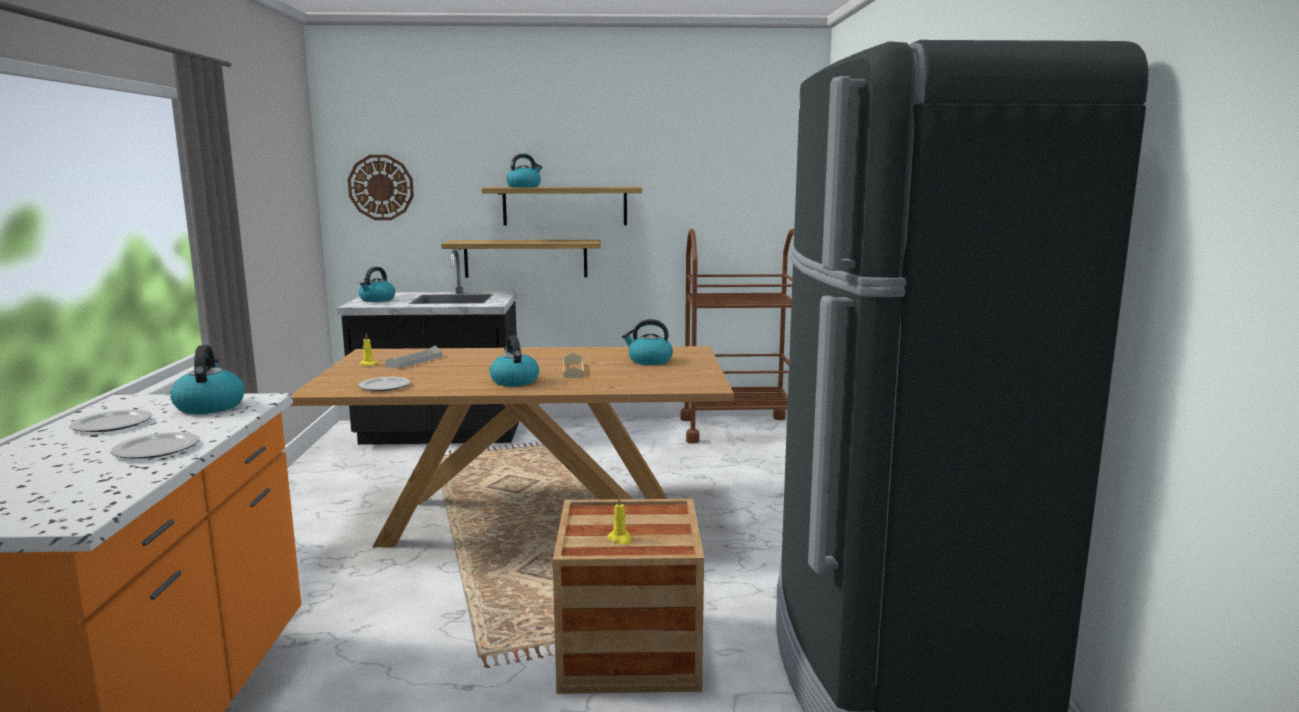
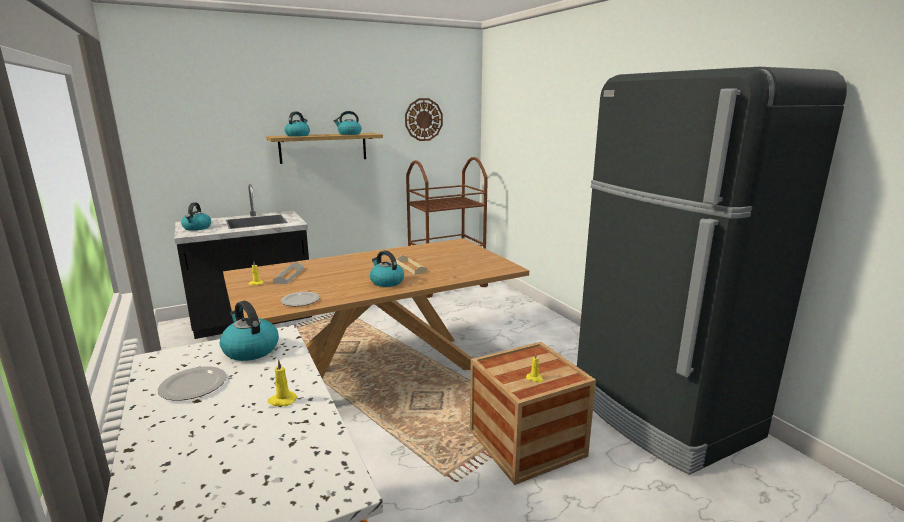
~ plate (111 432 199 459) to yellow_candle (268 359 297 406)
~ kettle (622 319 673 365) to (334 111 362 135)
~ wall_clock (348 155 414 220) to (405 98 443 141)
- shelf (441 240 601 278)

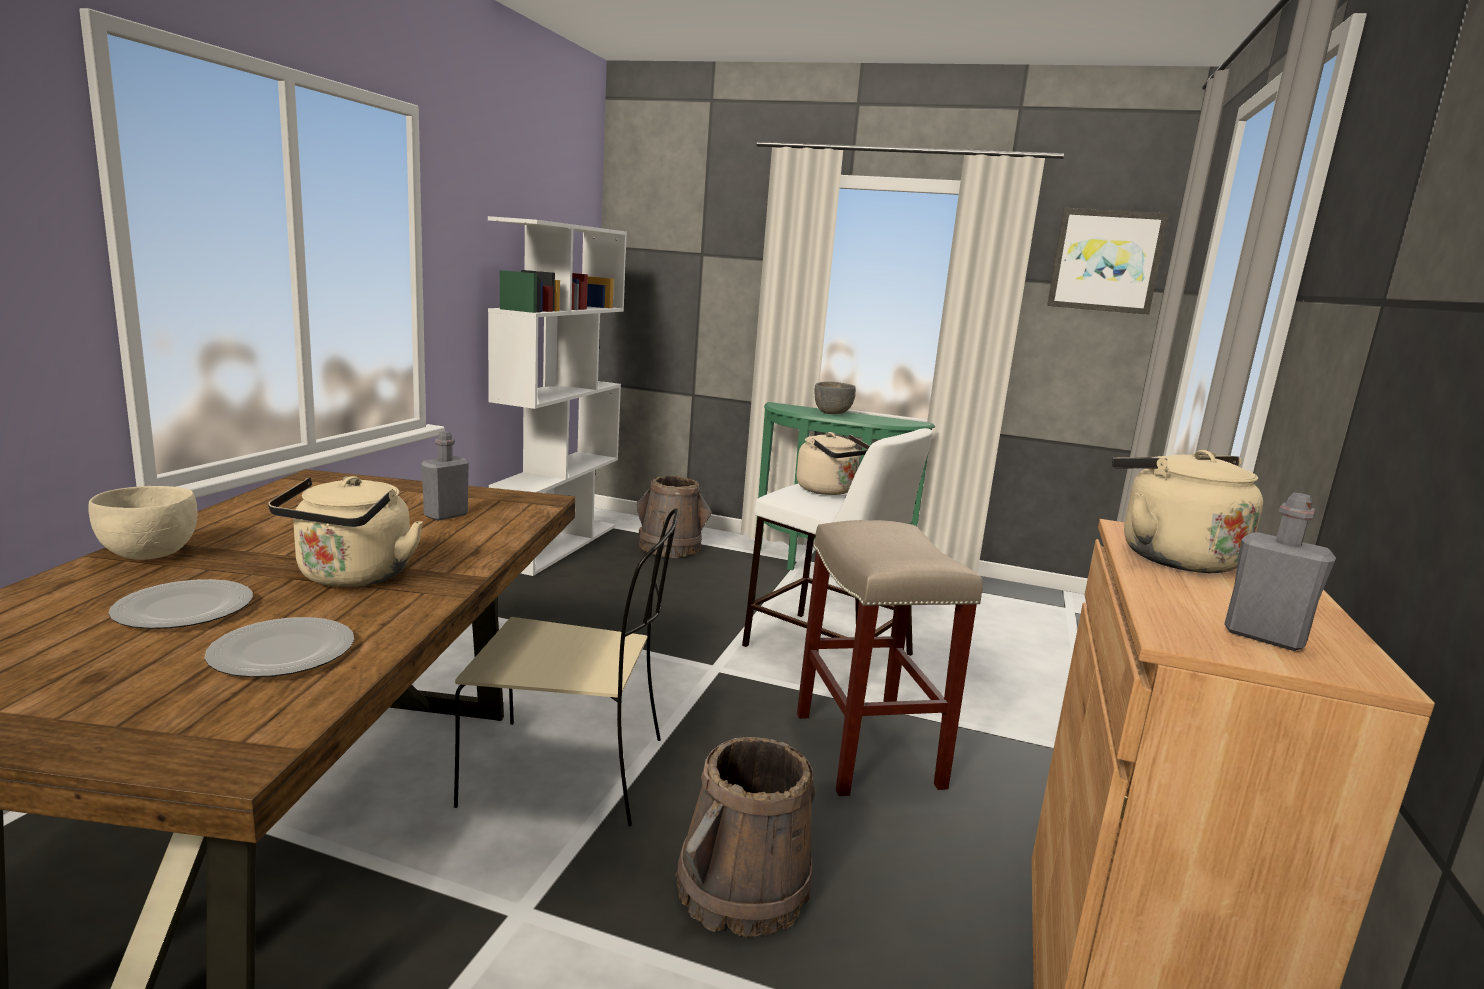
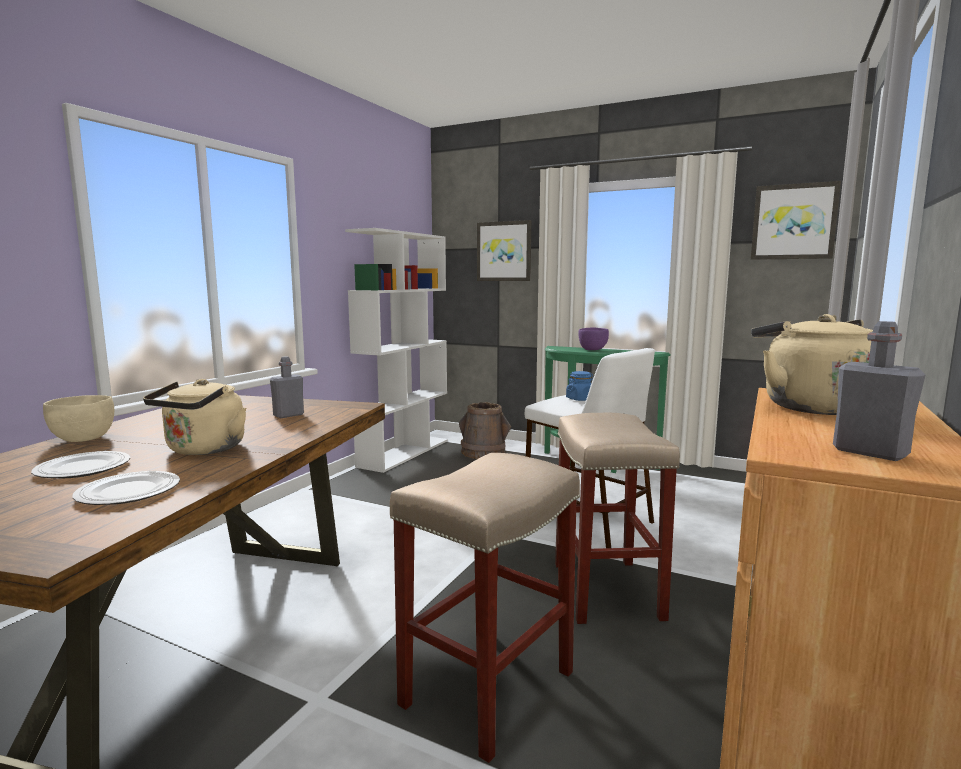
~ brown_bucket (676 737 815 937) to beige_stool (390 453 580 763)
+ picture (477 220 531 281)
~ beige_kettle (796 432 870 495) to blue_jar (566 371 594 401)
~ grey_bowl (815 381 856 414) to purple_bowl (578 328 609 350)
- beige_chair (454 508 679 826)

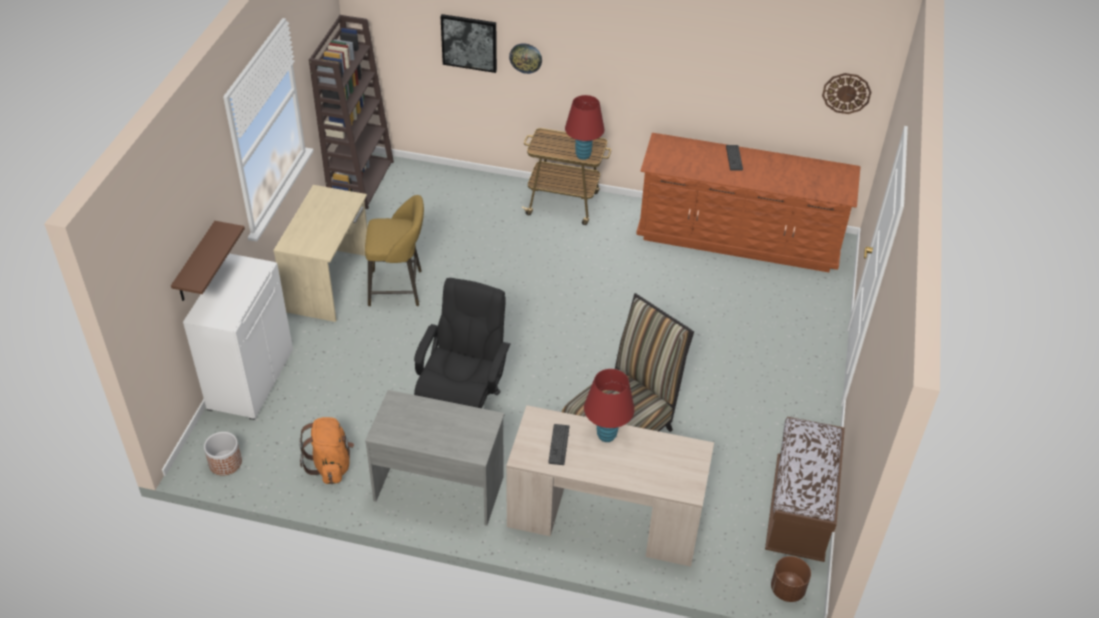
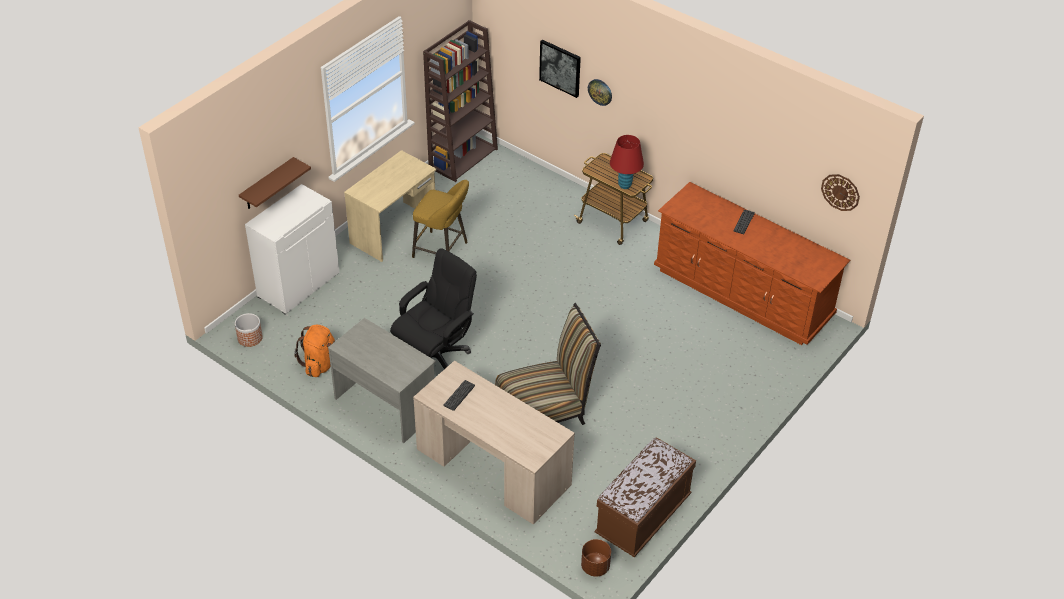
- red_table_lamp (584 369 635 442)

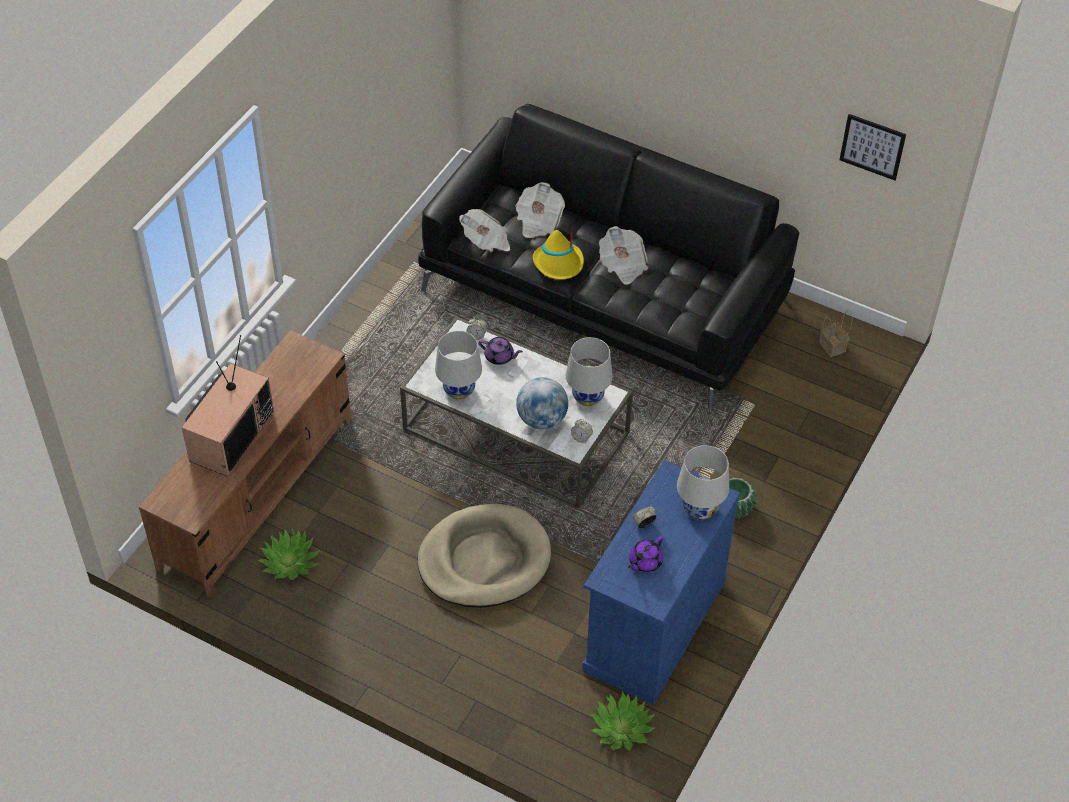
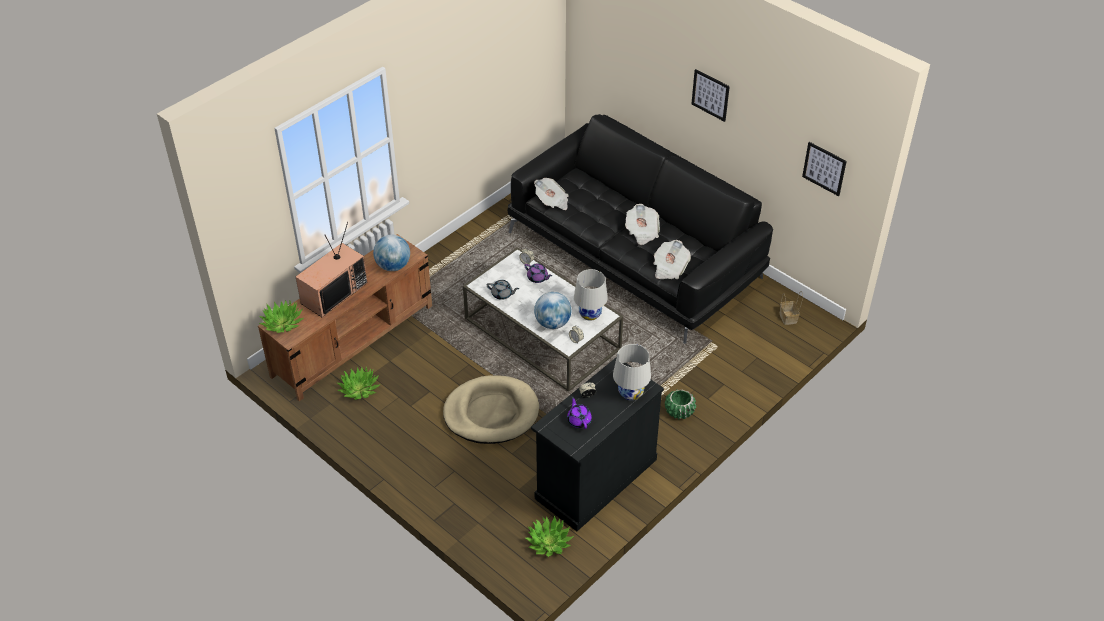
+ potted_plant (259 300 303 333)
+ globe (373 235 410 271)
~ white_table_lamp (435 331 482 400) to grey_teapot (487 280 519 300)
~ blue_cabinet (582 460 740 705) to black_cabinet (531 357 664 531)
~ purple_teapot (628 536 664 572) = (567 396 592 429) 105 degrees clockwise
~ newspaper (515 182 565 238) to (653 240 691 279)
+ picture (691 69 730 122)
- yellow_hat (533 230 584 280)

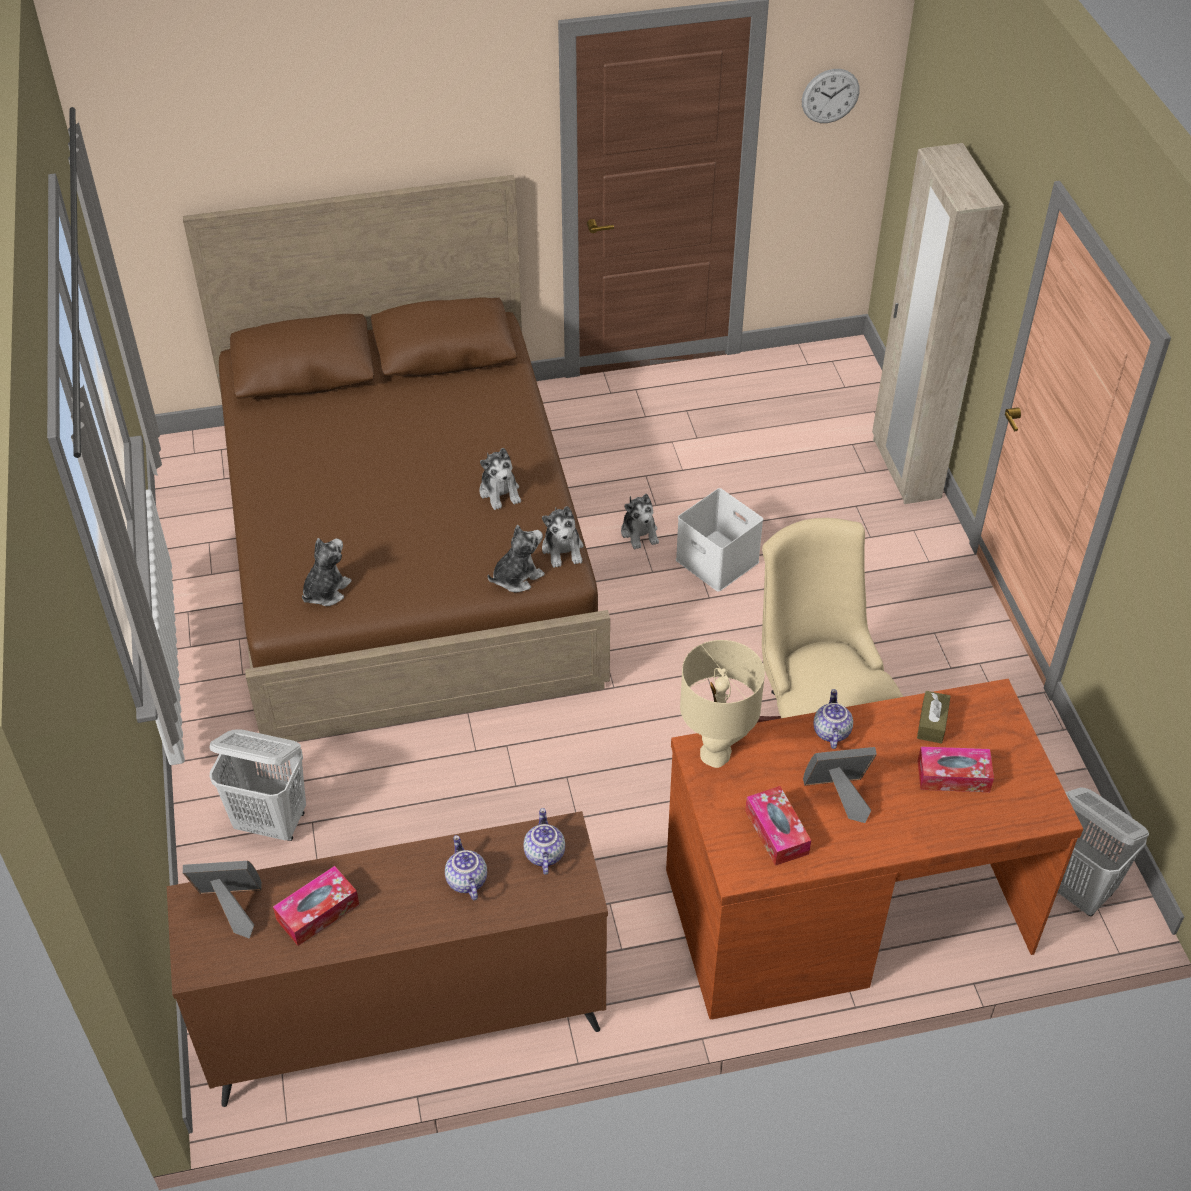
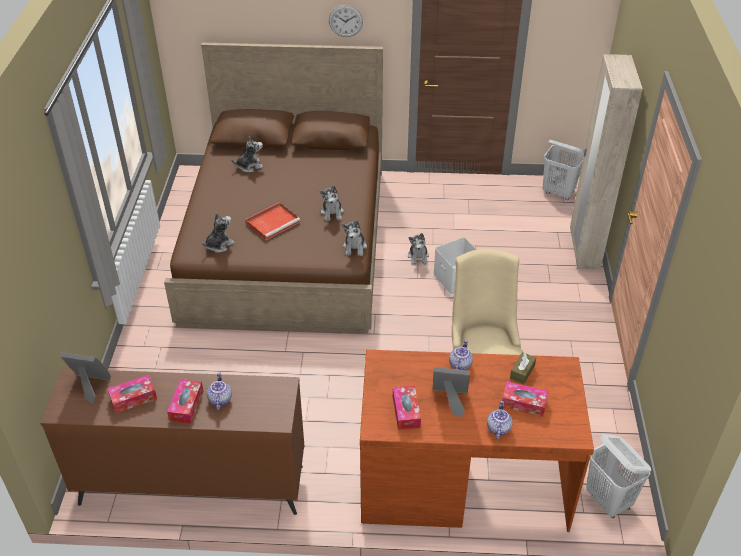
+ tissue_box (167 379 203 424)
~ plush_toy (487 525 545 592) to (231 136 263 173)
+ red_tray (245 202 300 240)
~ wall_clock (802 69 860 123) to (329 5 363 37)
~ teapot (523 808 565 875) to (487 401 512 439)
~ white_laundry_basket (210 729 306 841) to (542 140 585 200)
- beige_table_lamp (680 640 765 768)

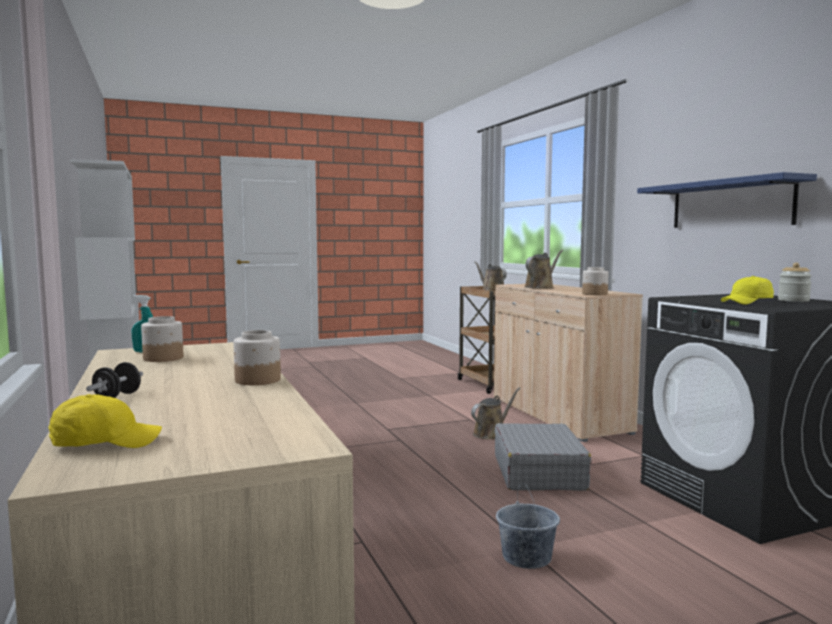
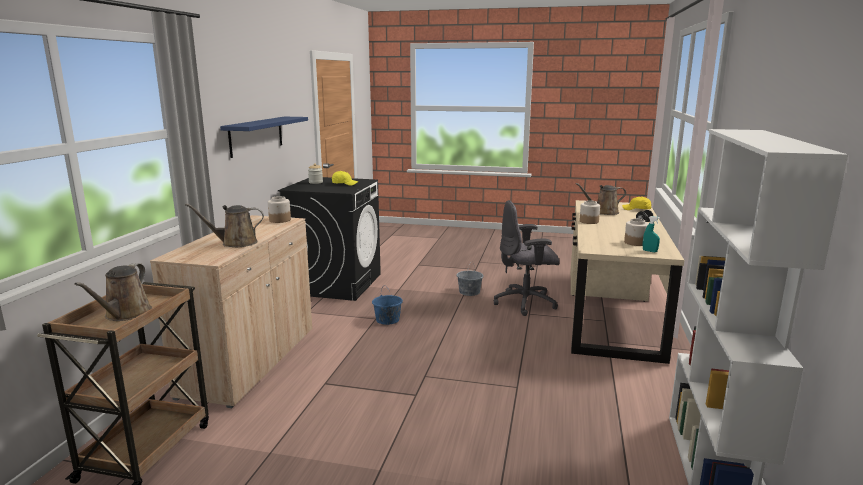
~ grey_suitcase (495 423 592 491) to blue_bucket (372 289 403 325)
+ grey_office_chair (494 200 560 316)
~ brown_watering_can (471 387 521 439) to (576 183 626 215)

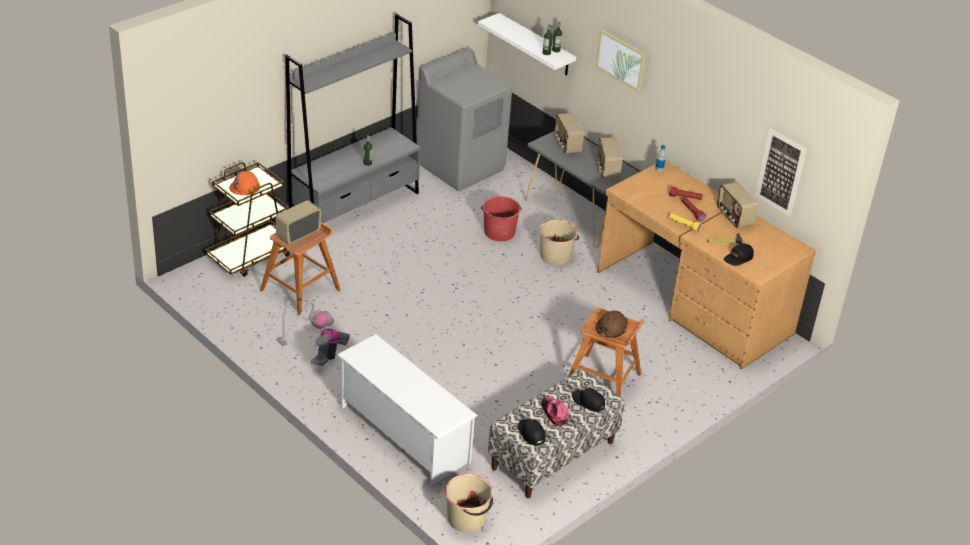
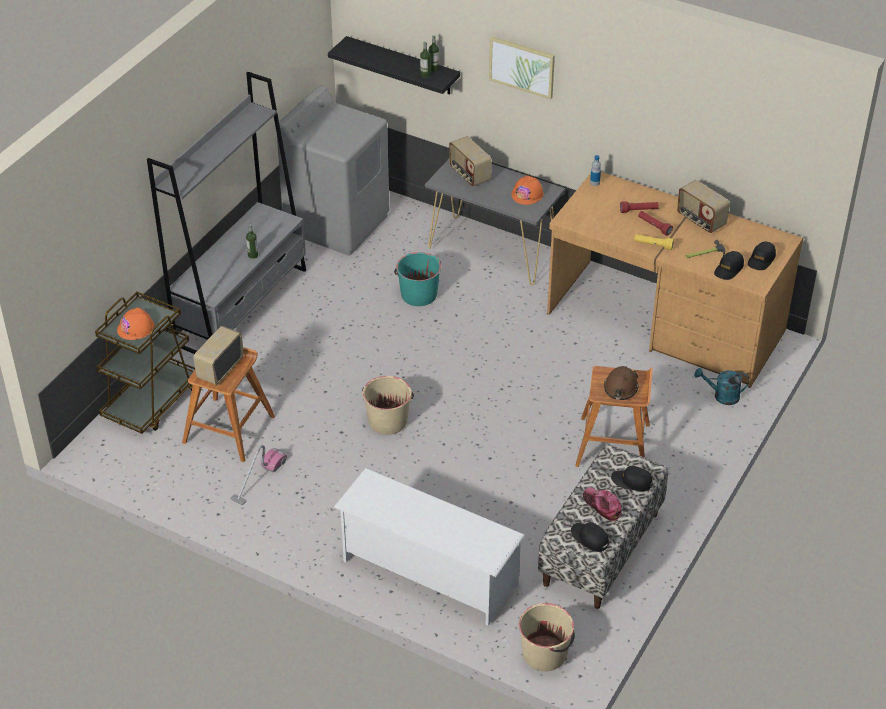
~ white_shelf (478 13 576 76) to black_shelf (328 36 460 95)
~ beige_bucket (539 219 579 266) to (362 376 414 435)
~ red_bucket (481 196 522 241) to turquoise_bucket (394 252 441 306)
~ radio (596 138 623 178) to orange_hard_hat (511 175 543 205)
+ turquoise_watering_can (694 368 749 405)
+ black_cap (748 242 776 270)
- vacuum_cleaner (311 328 350 366)
- picture (755 129 807 217)

